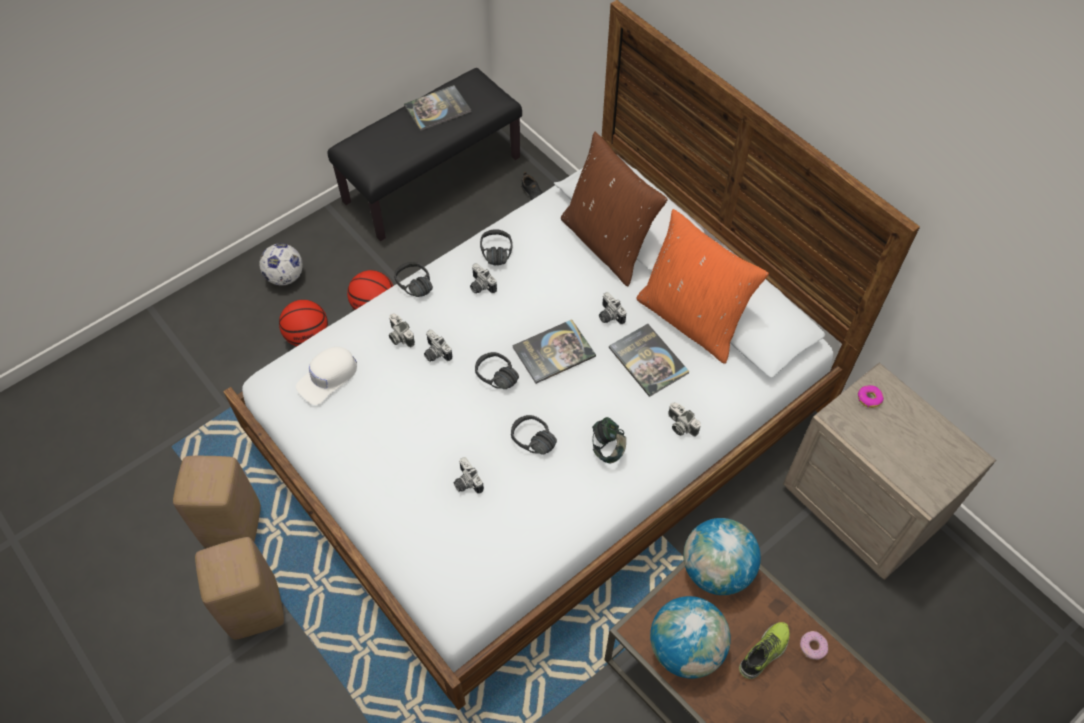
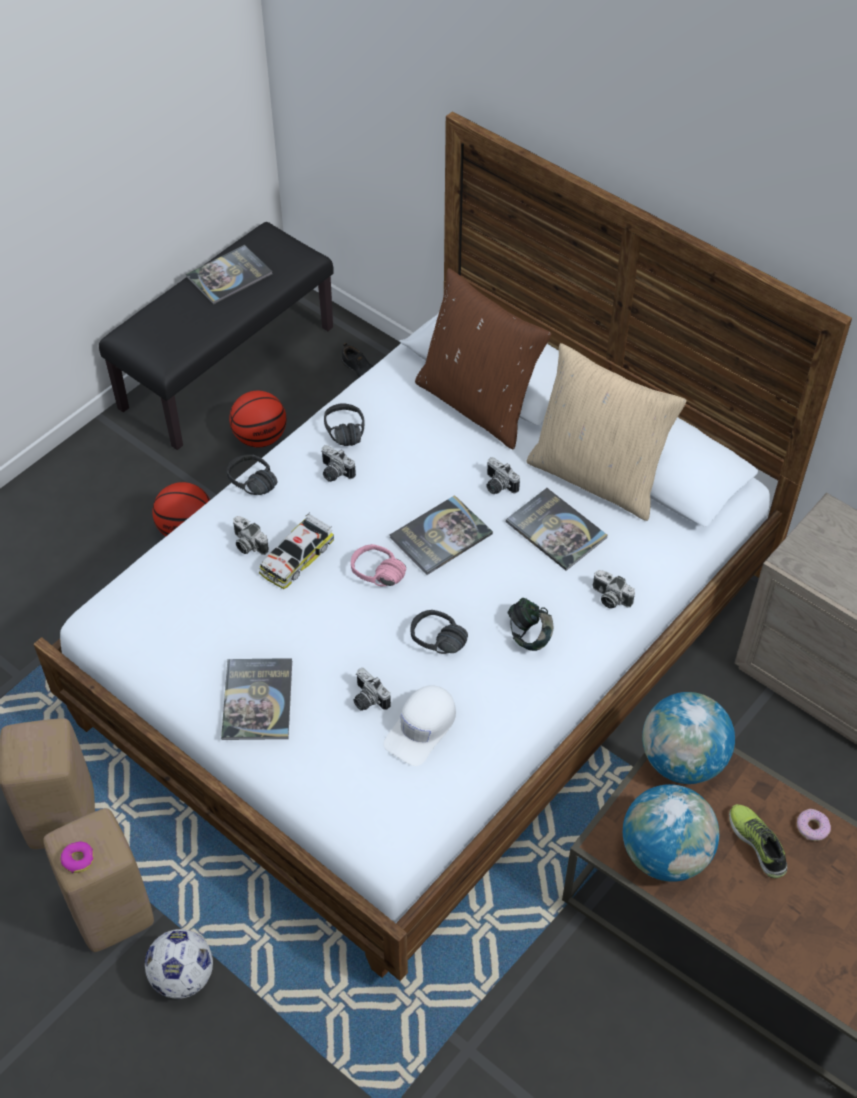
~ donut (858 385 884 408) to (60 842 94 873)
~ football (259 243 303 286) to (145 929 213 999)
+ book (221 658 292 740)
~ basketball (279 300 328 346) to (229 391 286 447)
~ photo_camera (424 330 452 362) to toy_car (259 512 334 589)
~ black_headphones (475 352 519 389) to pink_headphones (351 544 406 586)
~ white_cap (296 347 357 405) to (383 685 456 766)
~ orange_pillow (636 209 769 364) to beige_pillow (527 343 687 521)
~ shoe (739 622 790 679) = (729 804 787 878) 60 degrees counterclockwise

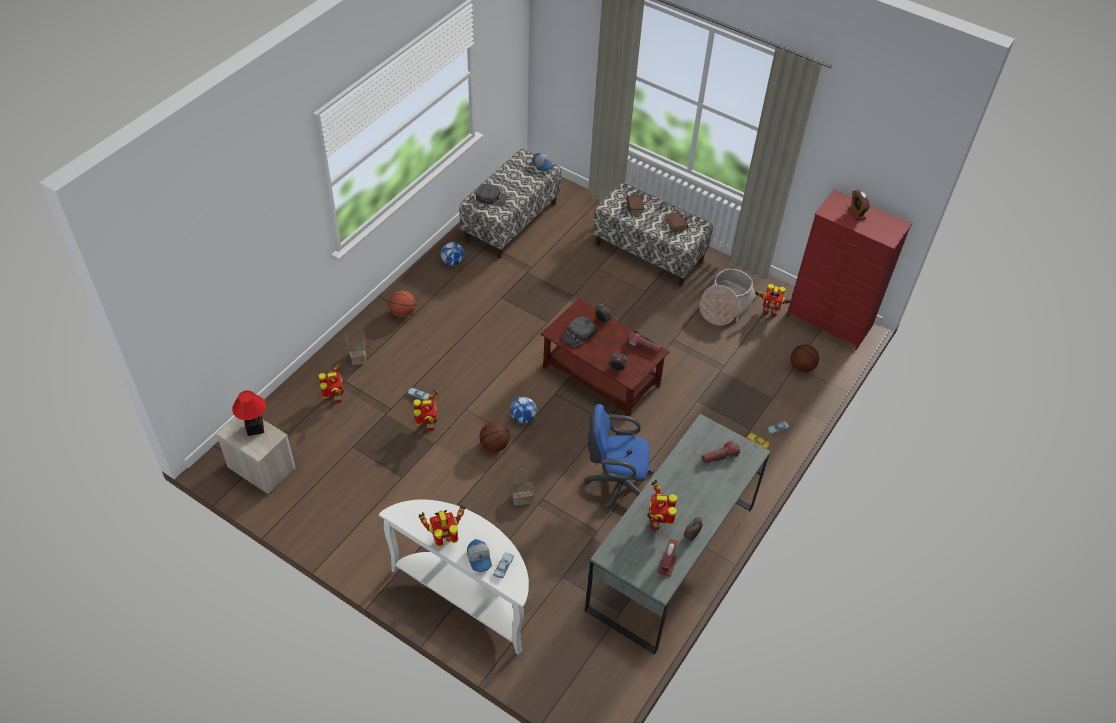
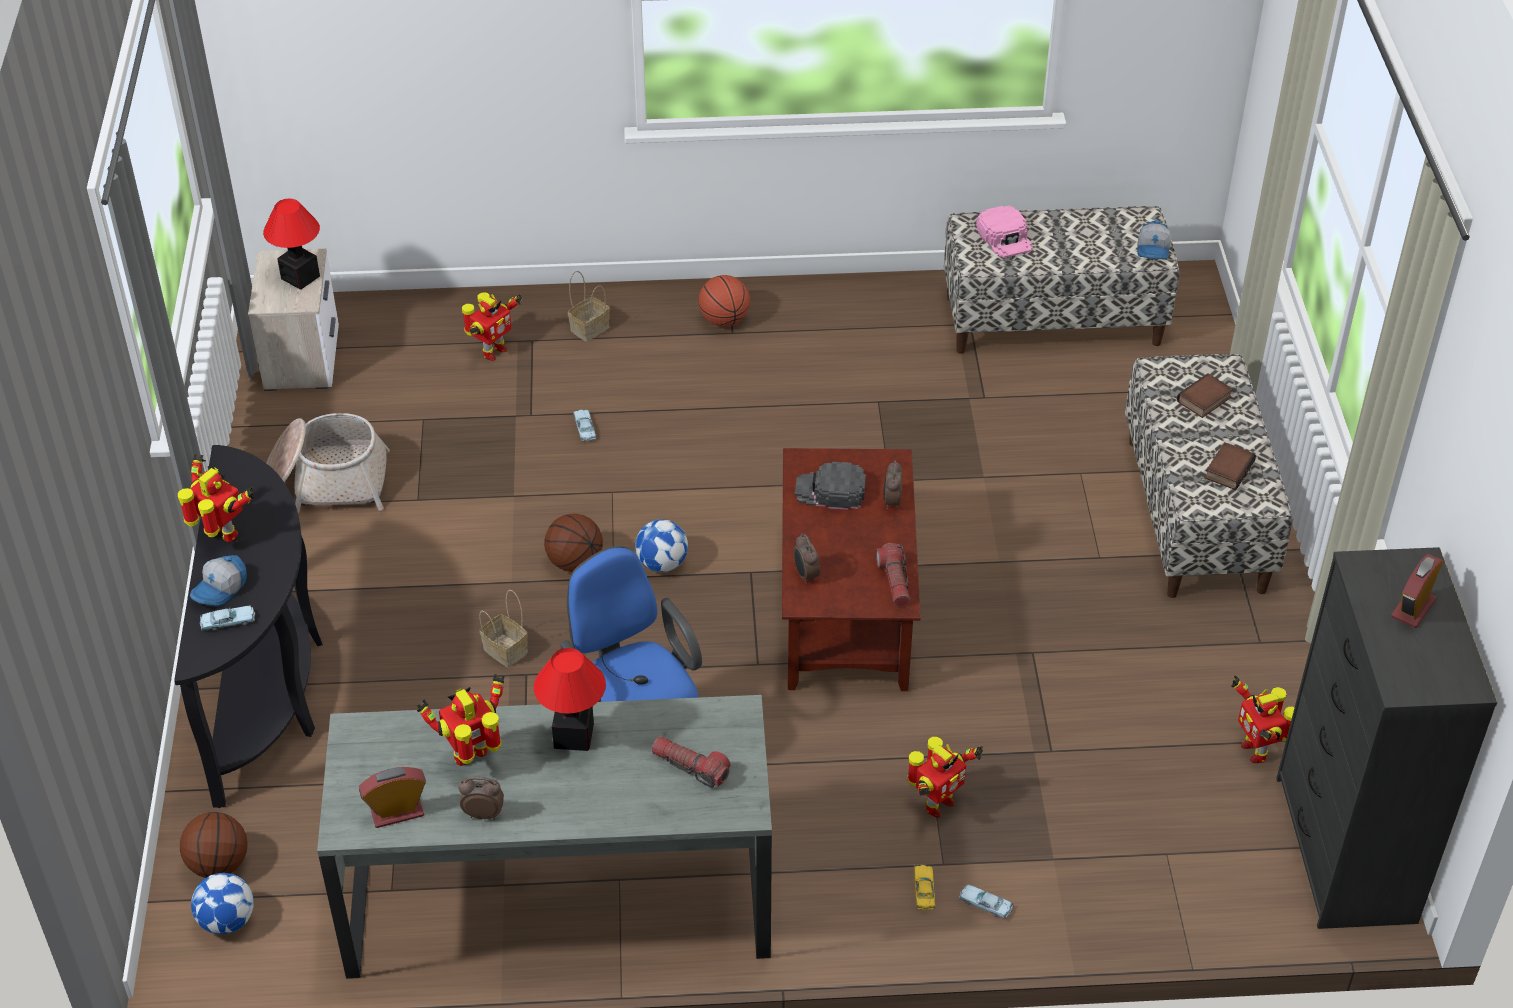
~ white_console_table (379 500 529 655) to black_console_table (174 445 323 808)
~ basketball (790 344 819 372) to (180 812 248 878)
~ football (441 242 464 266) to (191 873 254 934)
~ basket (700 269 758 326) to (267 413 390 513)
+ table_lamp (534 648 606 751)
~ toy_robot (414 389 438 431) to (907 737 983 817)
~ black_cap (476 184 508 206) to pink_cap (976 206 1033 258)
~ red_dresser (786 190 912 350) to black_dresser (1276 547 1497 929)

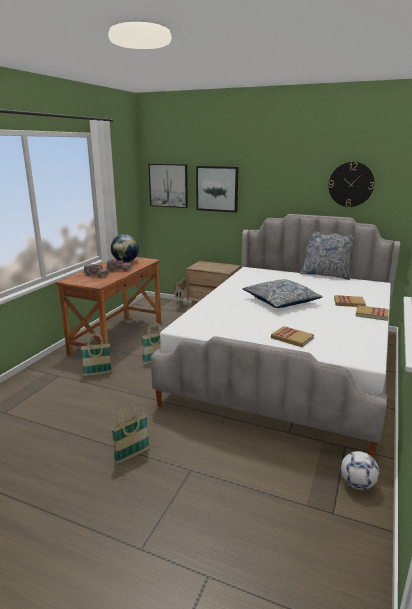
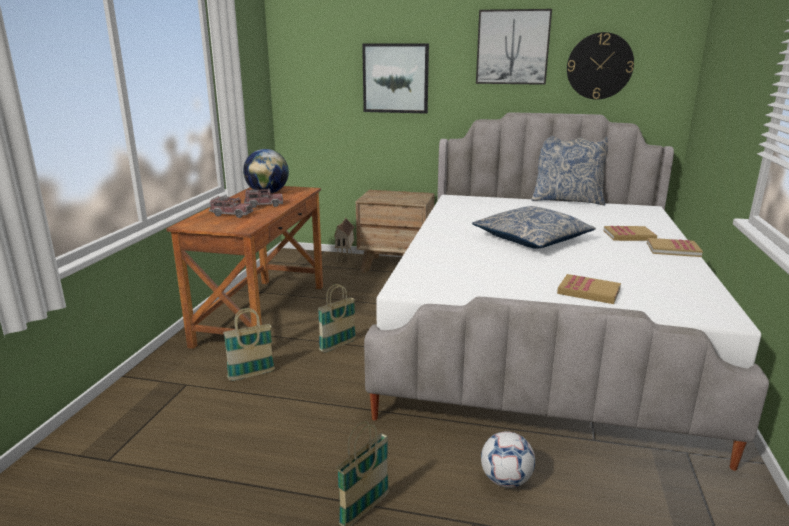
~ picture (148 164 188 208) to (476 9 552 85)
~ football (341 451 379 490) to (481 431 535 488)

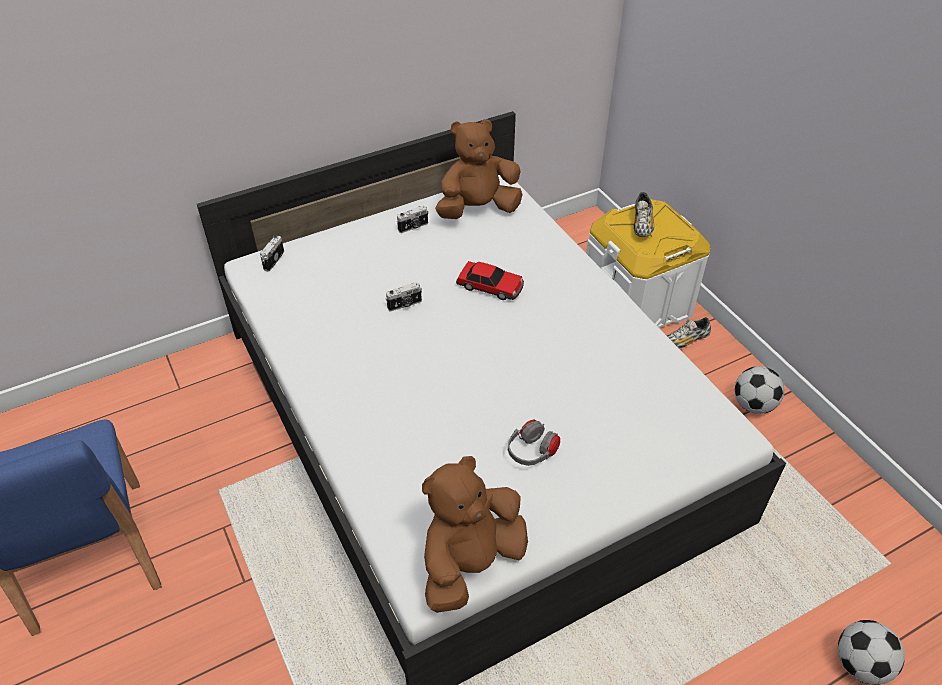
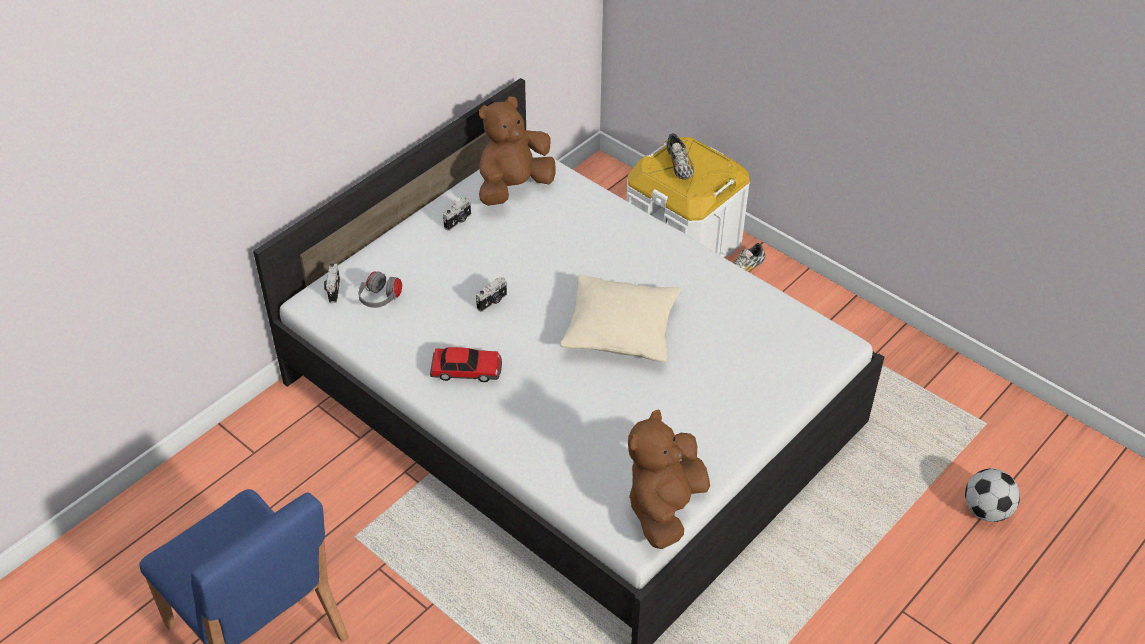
~ grey_headphones (508 419 560 466) to (358 271 402 308)
~ toy_car (456 261 524 300) to (430 347 502 382)
+ beige_pillow (560 274 681 362)
- football (734 366 784 414)

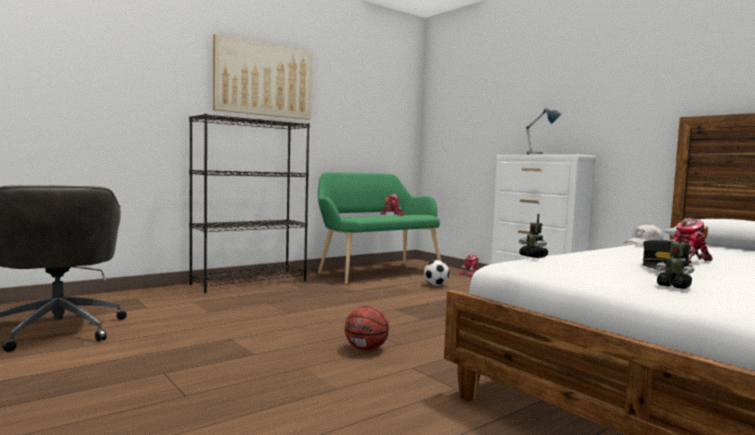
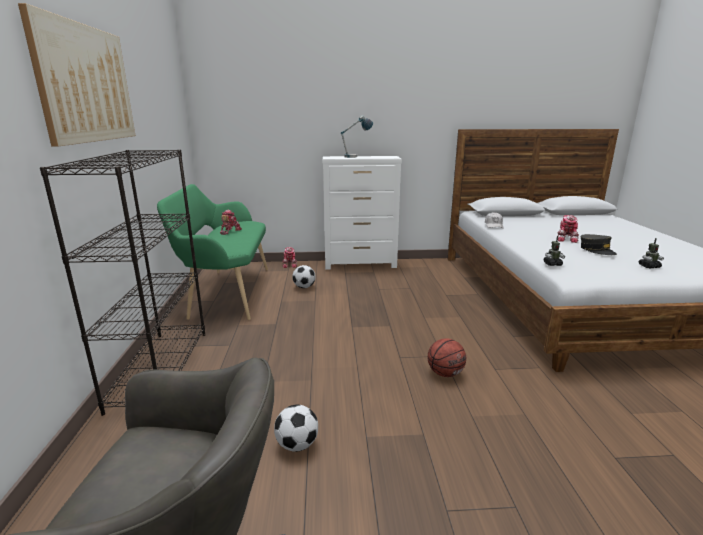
+ football (274 405 318 452)

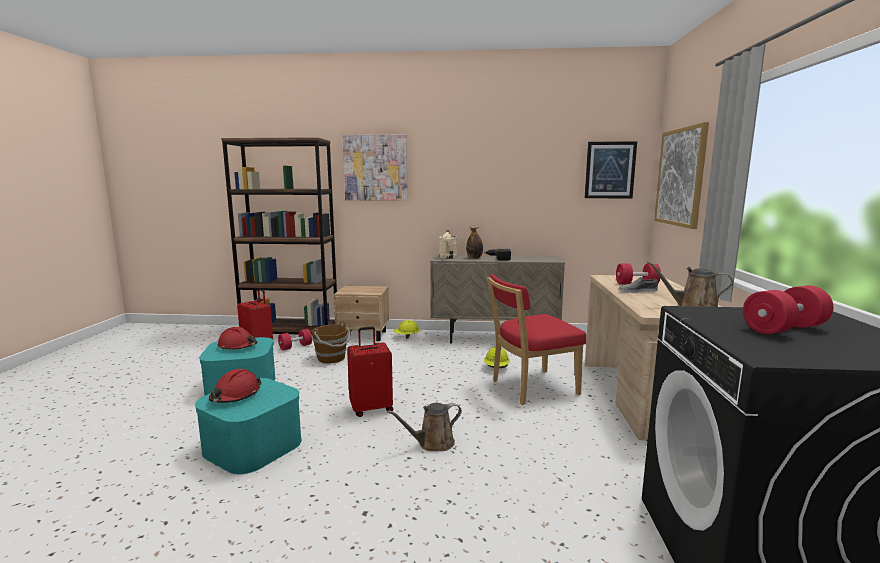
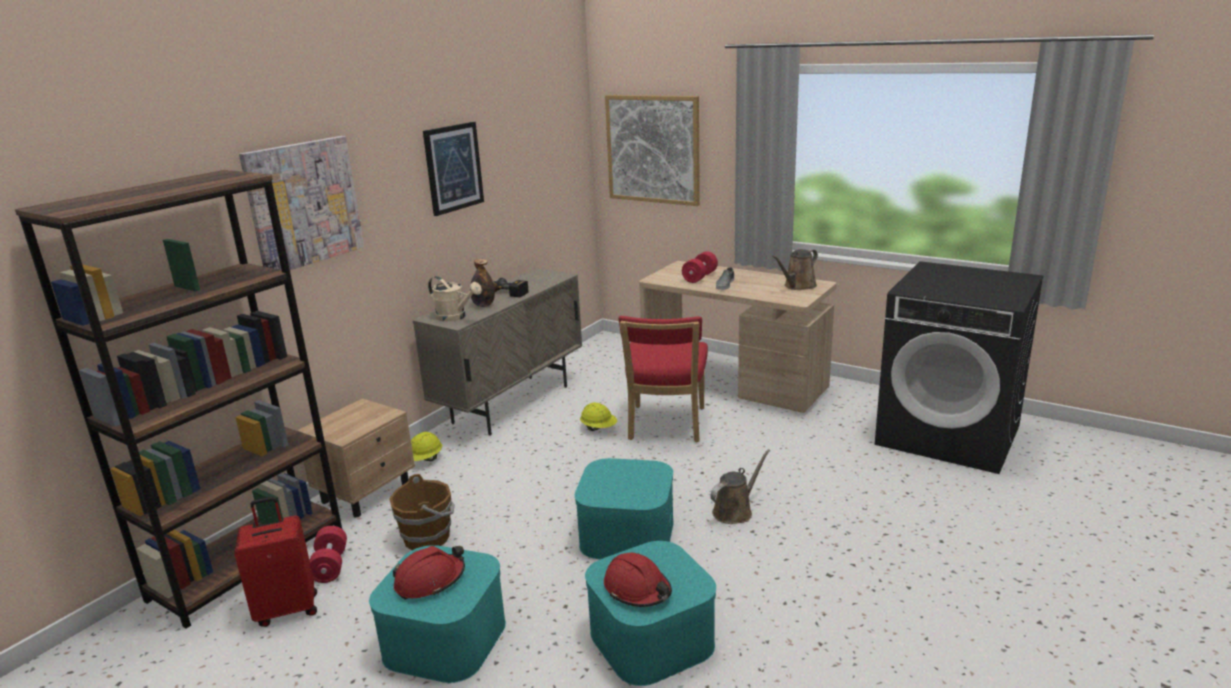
~ picture (584 141 637 198) to (423 122 484 216)
~ red_suitcase (347 326 393 417) to turquoise_storage_box (575 458 674 559)
~ brown_watering_can (387 403 462 451) = (710 449 770 524) 135 degrees counterclockwise
- red_dumbbell (743 285 833 334)

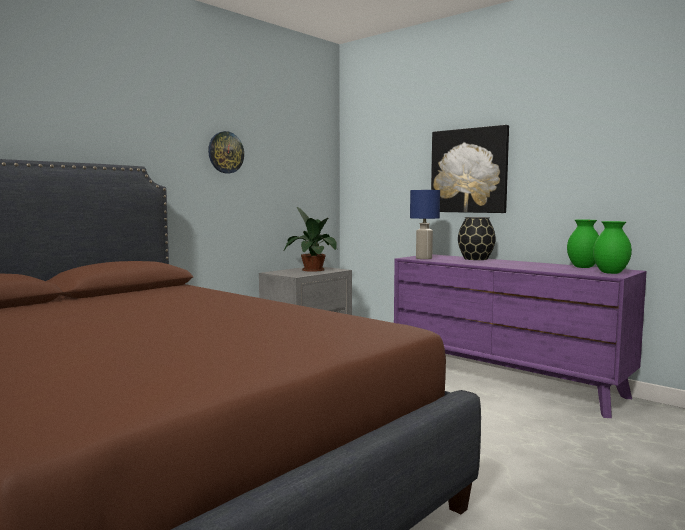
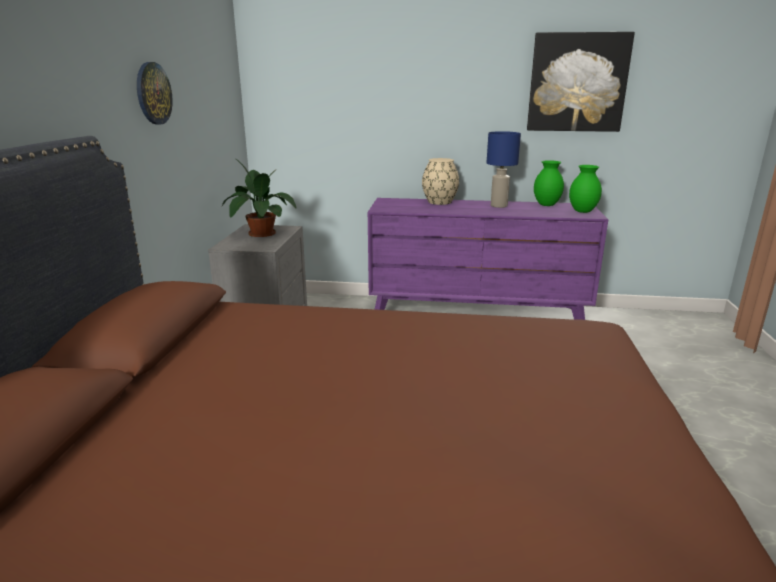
~ black_vase (458 217 496 260) to beige_vase (422 158 459 205)
~ blue_table_lamp (410 190 440 259) to (486 131 521 208)
~ picture (431 125 509 213) to (527 32 635 132)

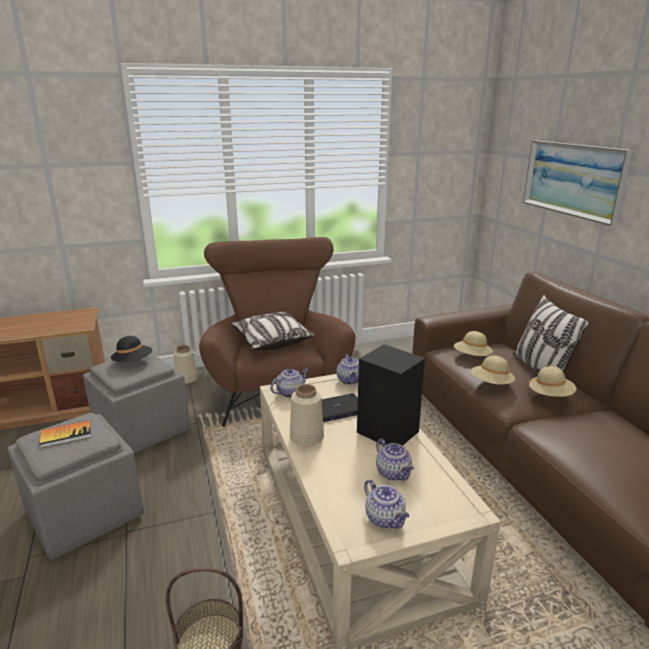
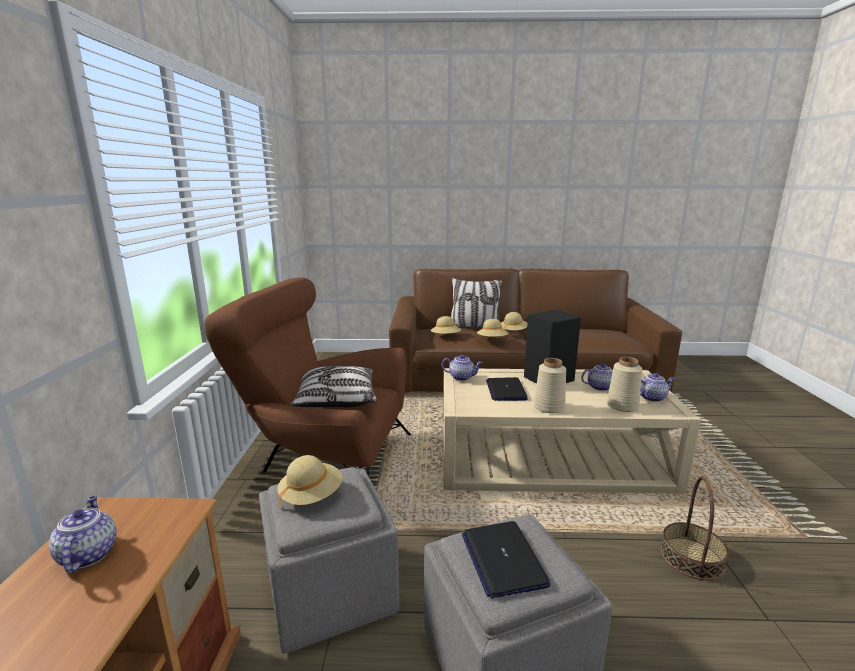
~ teapot (270 368 308 398) to (49 496 116 573)
~ black_hat (110 336 152 362) to beige_hat (277 455 342 508)
~ book (40 420 91 448) to laptop (462 521 551 599)
~ beige_vase (174 345 198 384) to (607 357 642 412)
- picture (523 140 632 226)

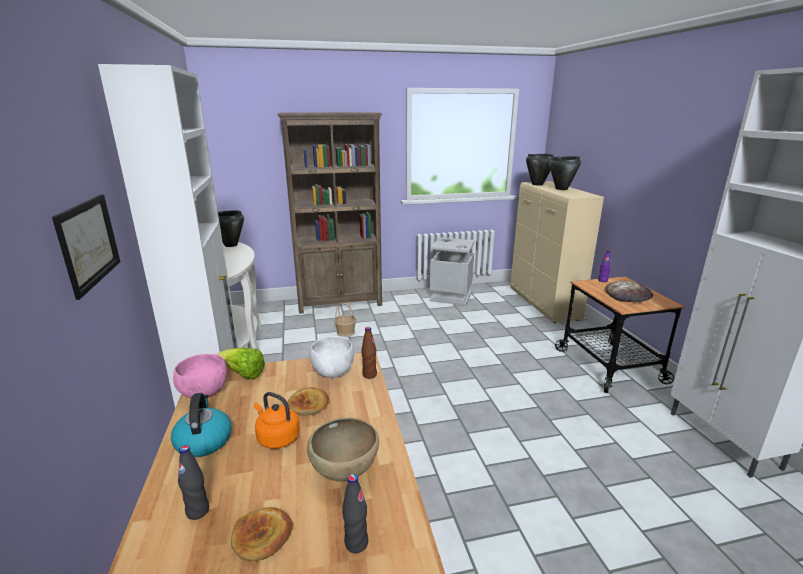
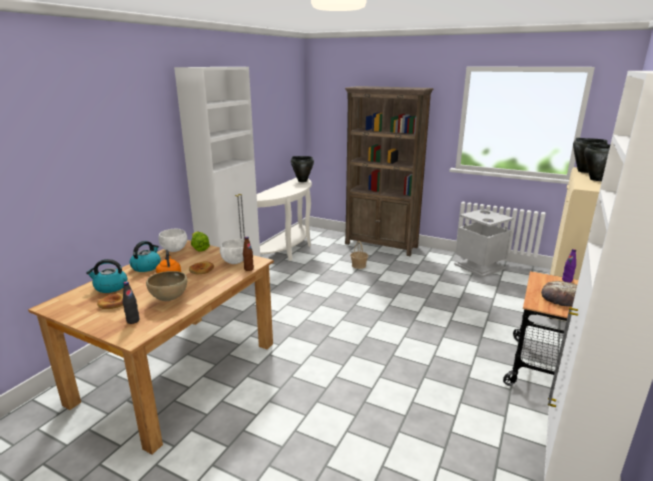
~ black_bottle (178 445 209 520) to kettle (86 259 128 293)
~ pink_bowl (173 354 227 398) to white_bowl (158 229 187 252)
- picture (52 194 120 300)

